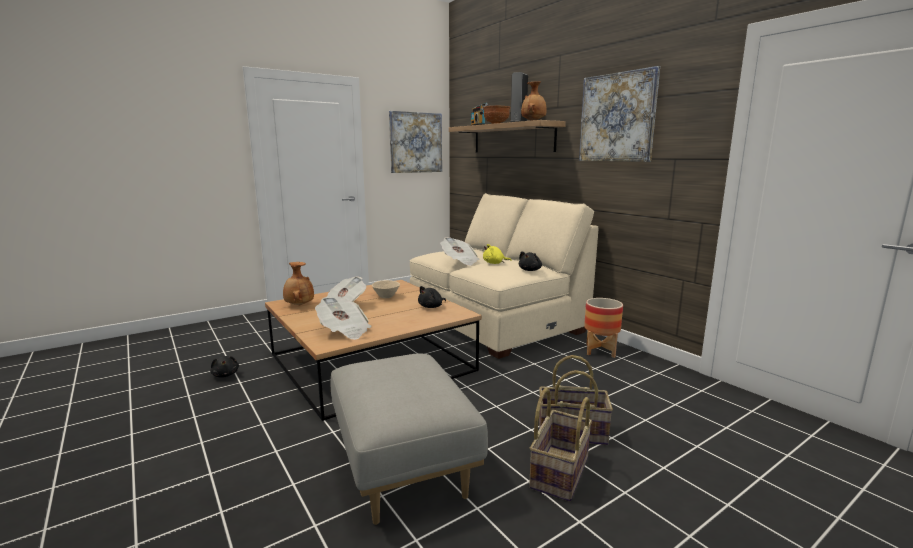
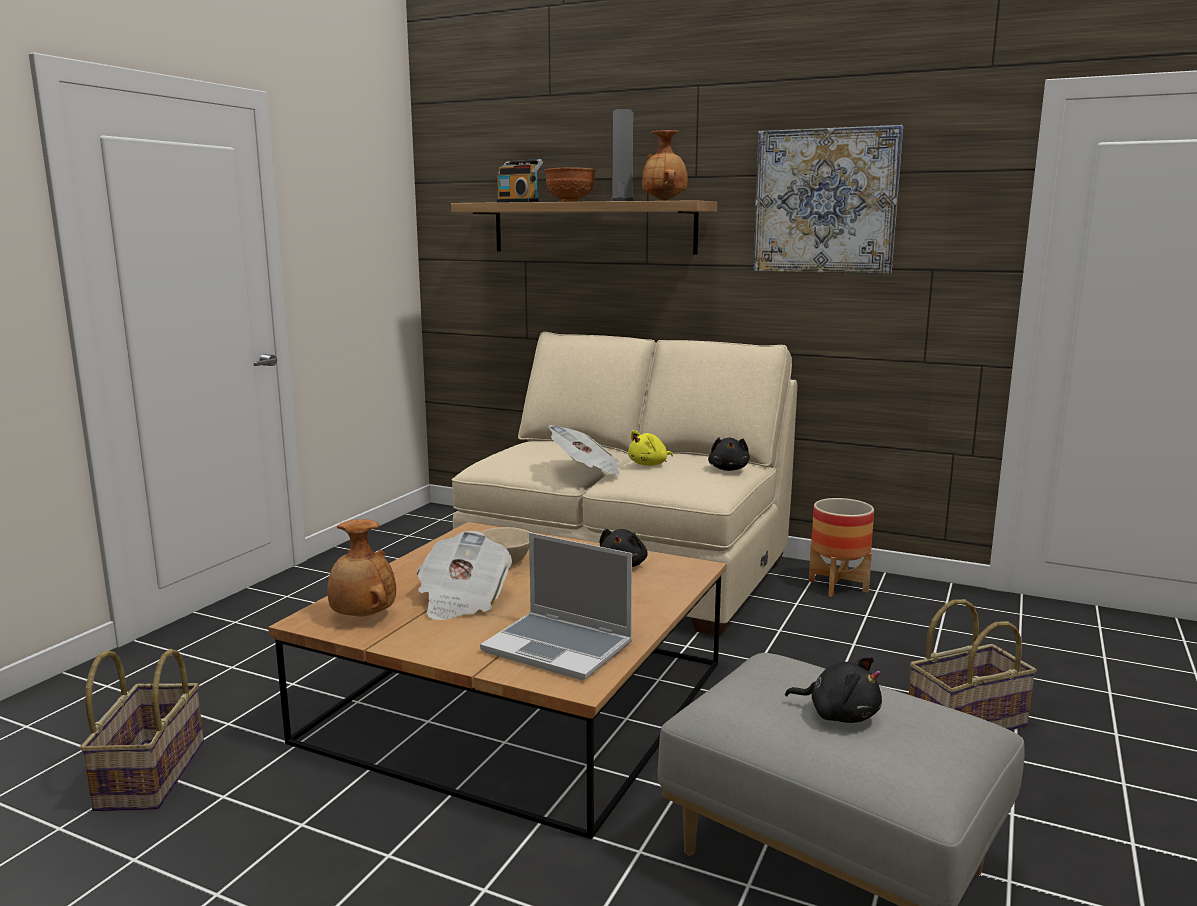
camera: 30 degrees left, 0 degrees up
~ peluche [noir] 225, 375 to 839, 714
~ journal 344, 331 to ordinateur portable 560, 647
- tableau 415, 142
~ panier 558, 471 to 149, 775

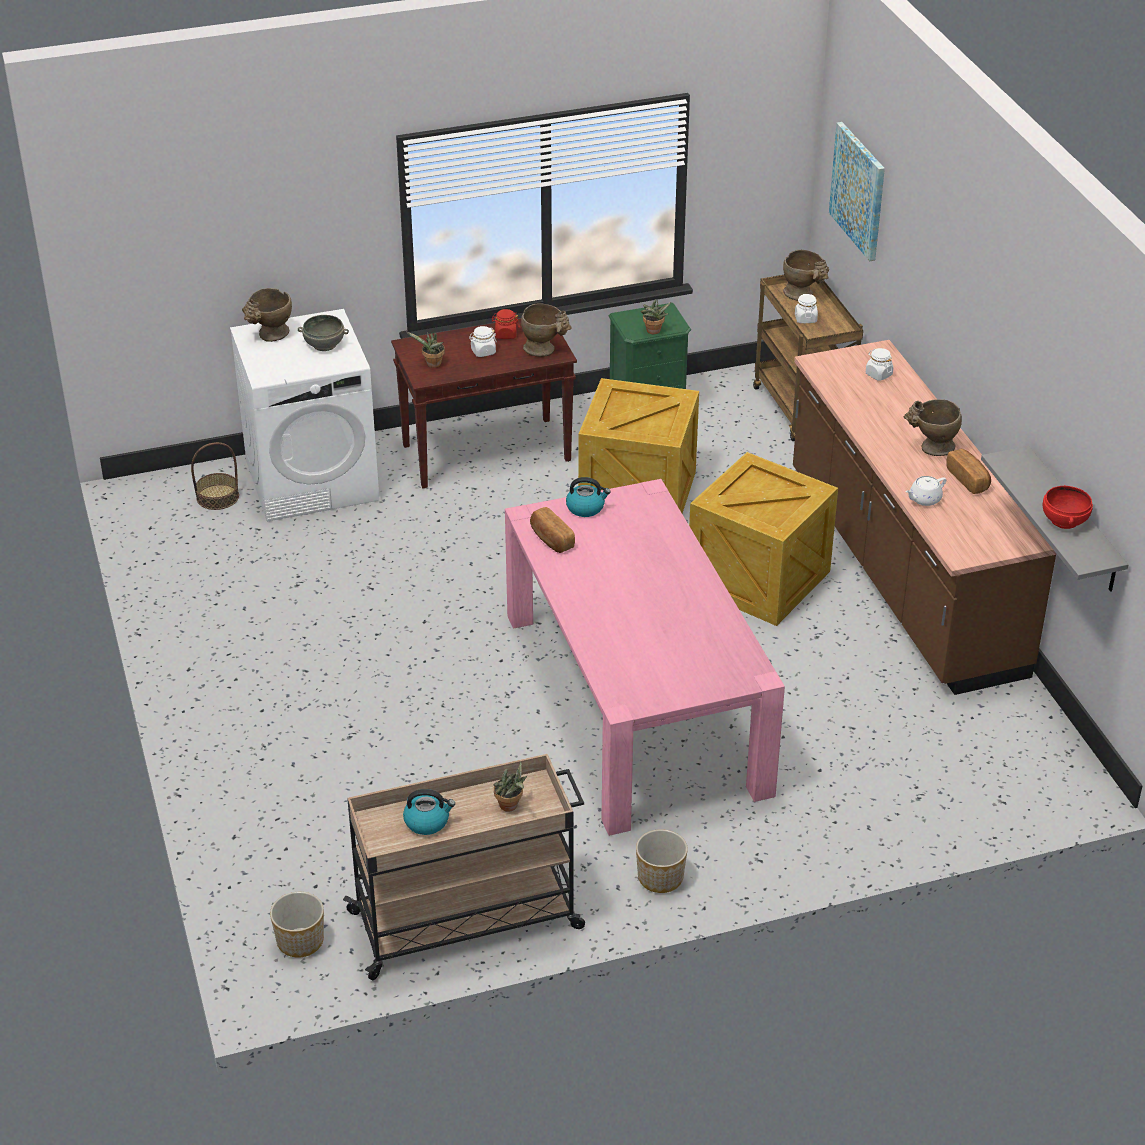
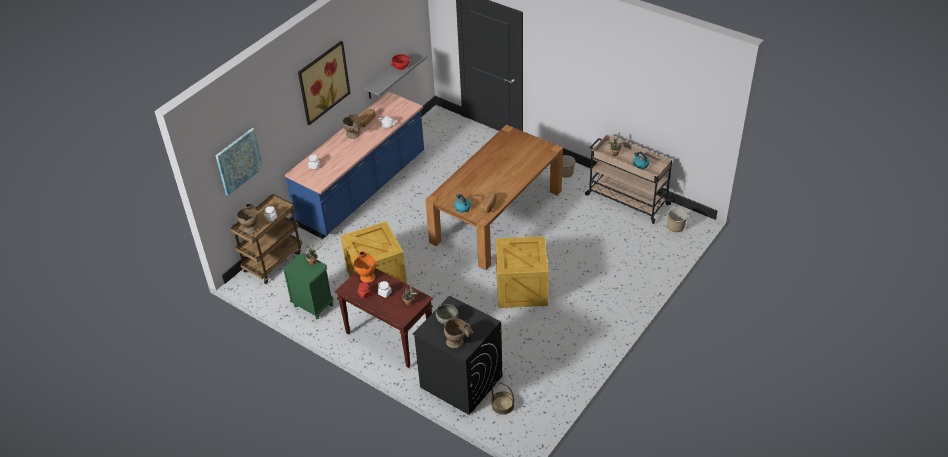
camera: 125 degrees left, 5 degrees up
~ lave-linge [blanc] 313, 480 to lave-linge [noir] 460, 381
~ table à manger [rose] 634, 702 to table à manger [marron] 497, 216
~ vase [beige] 545, 350 to vase [orange] 366, 275
~ caisse 756, 579 to 522, 289
~ comptoir de cuisine [marron] 902, 573 to comptoir de cuisine [bleu] 363, 190
+ tableau 323, 82

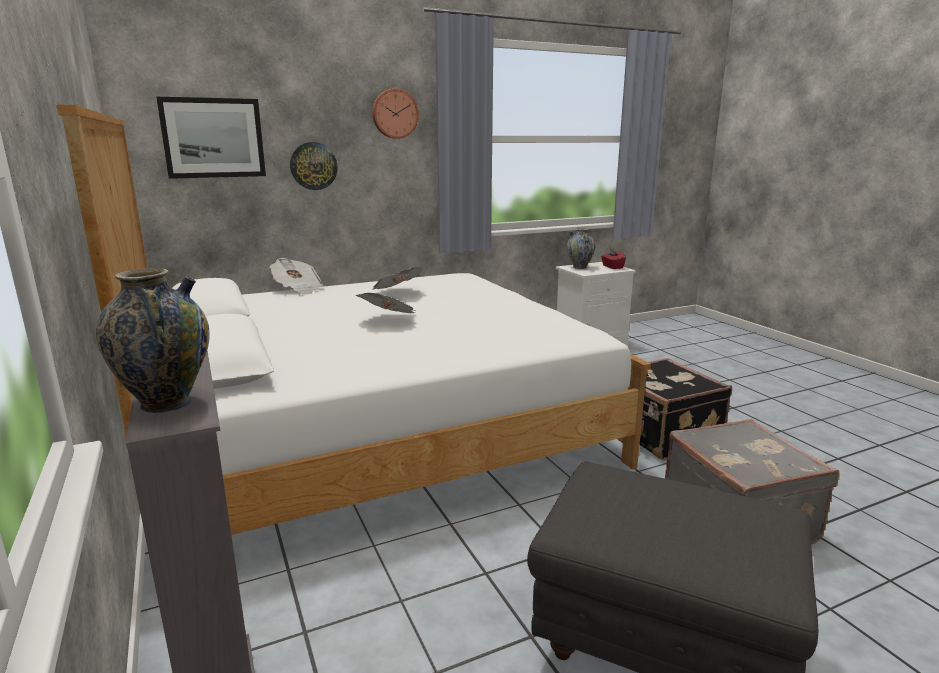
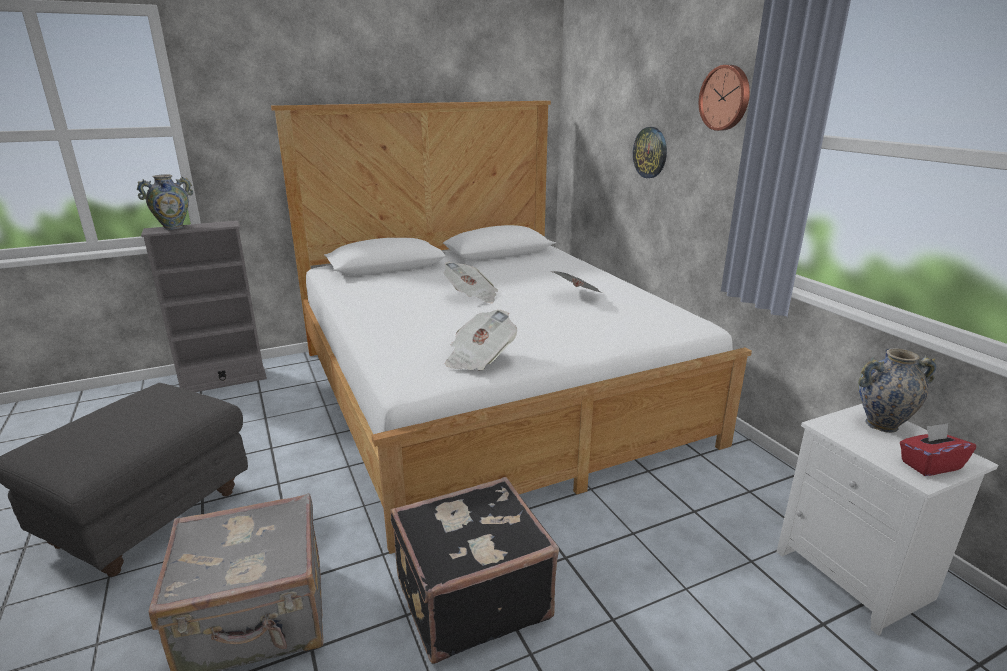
camera: 90 degrees right, 5 degrees up
- tableau 213, 138
~ journal 298, 289 to 479, 358

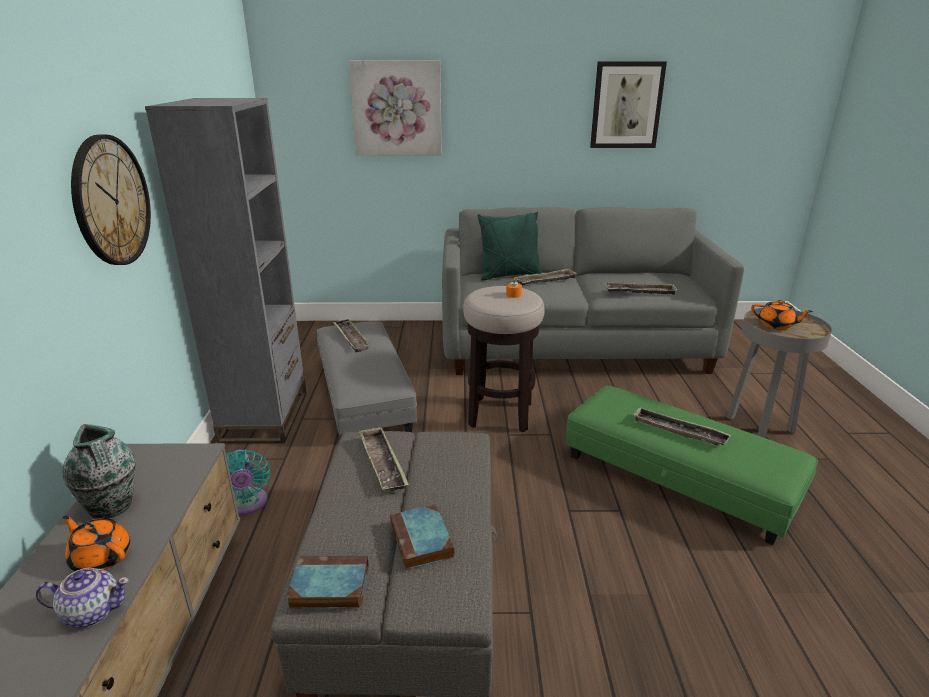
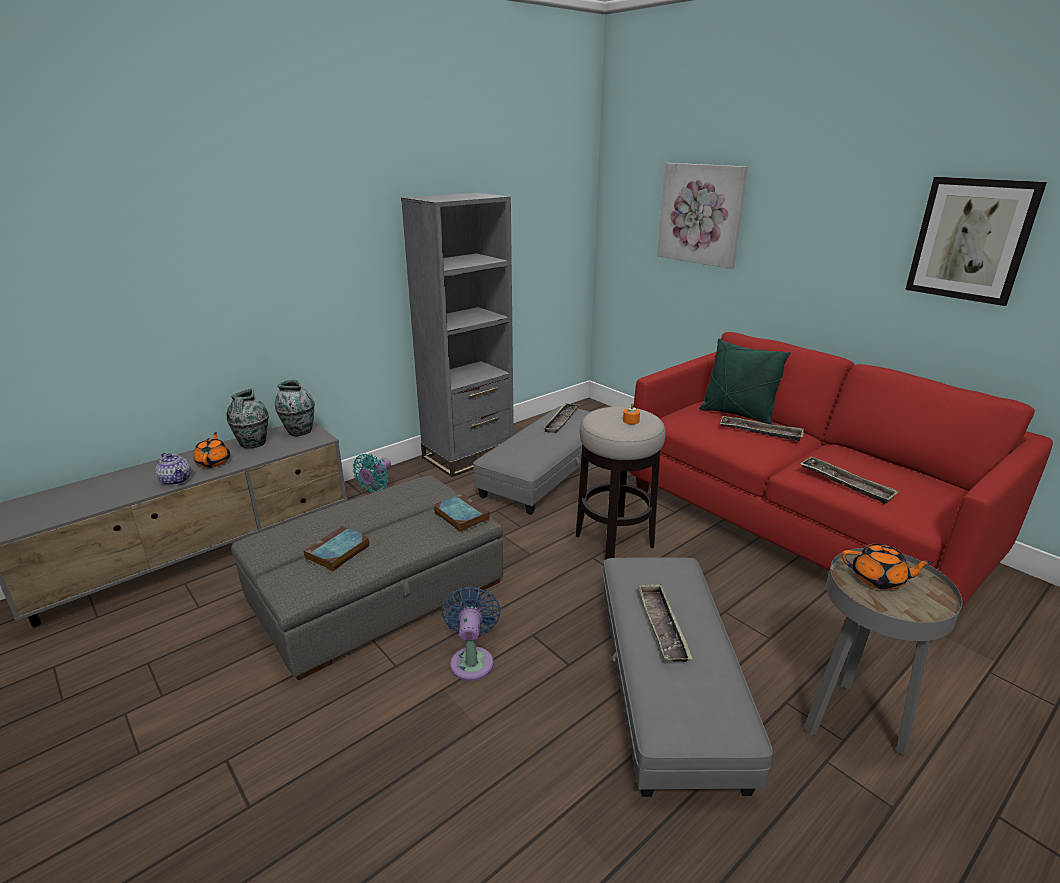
camera: 50 degrees right, 0 degrees up
- horloge murale 111, 201
~ livre 327, 587 to 460, 516
- plateau 382, 463
~ canapé [gris] 573, 346 to canapé [rouge] 797, 525
~ pouf [vert] 678, 478 to pouf [gris] 667, 684
~ théière [orange] 776, 325 = 878, 579 60 degrees counterclockwise
+ vase 299, 431
+ ventilateur [bleu] 472, 660

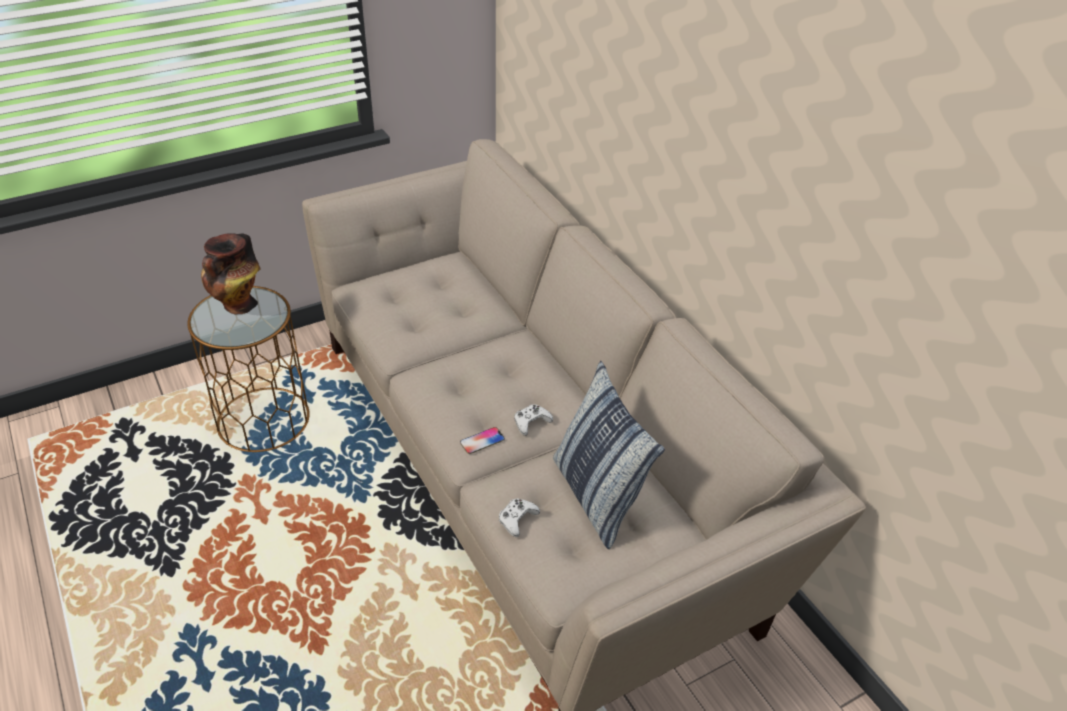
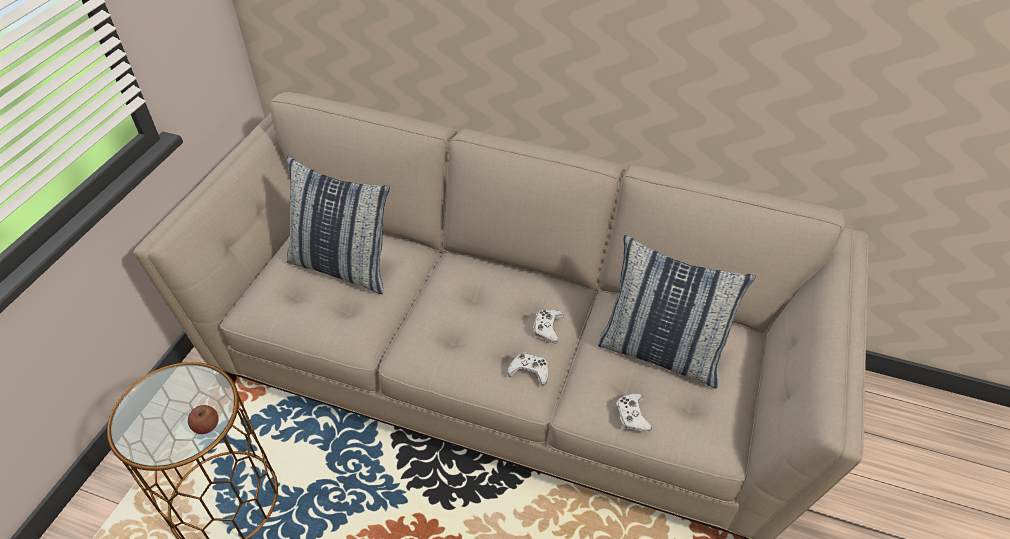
camera: 40 degrees left, 5 degrees up
- vase 239, 305
~ téléphone 482, 441 to manette [blanc] 529, 371
+ pomme 206, 426
+ coussin 343, 267

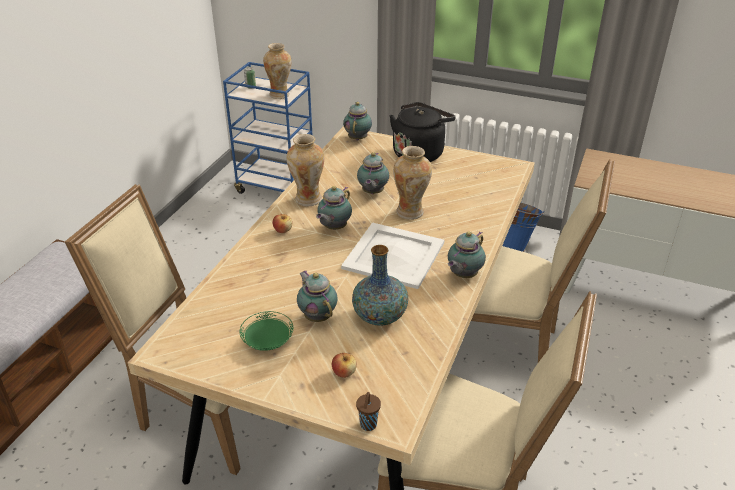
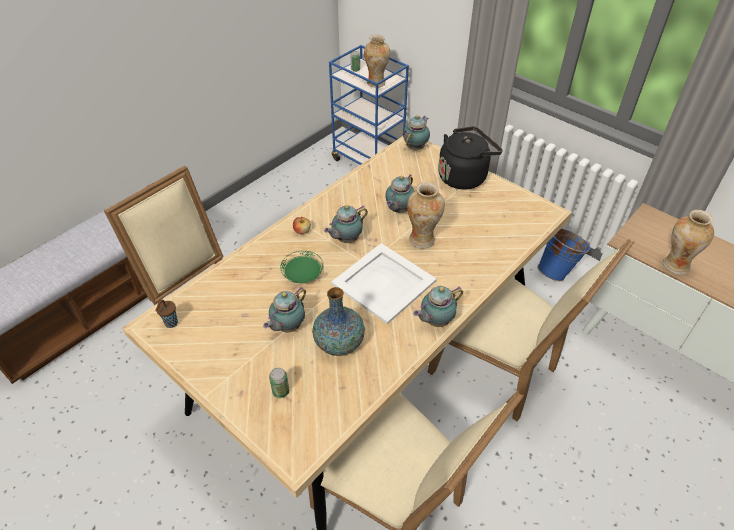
camera: 20 degrees right, 10 degrees up
~ assiette [vert] 267, 342 to 302, 275
~ vase 307, 199 to 675, 265
~ théière 317, 316 = 287, 327 135 degrees counterclockwise
~ pomme 344, 373 to boîte métallique 281, 391
~ tasse [marron] 368, 425 to 170, 323

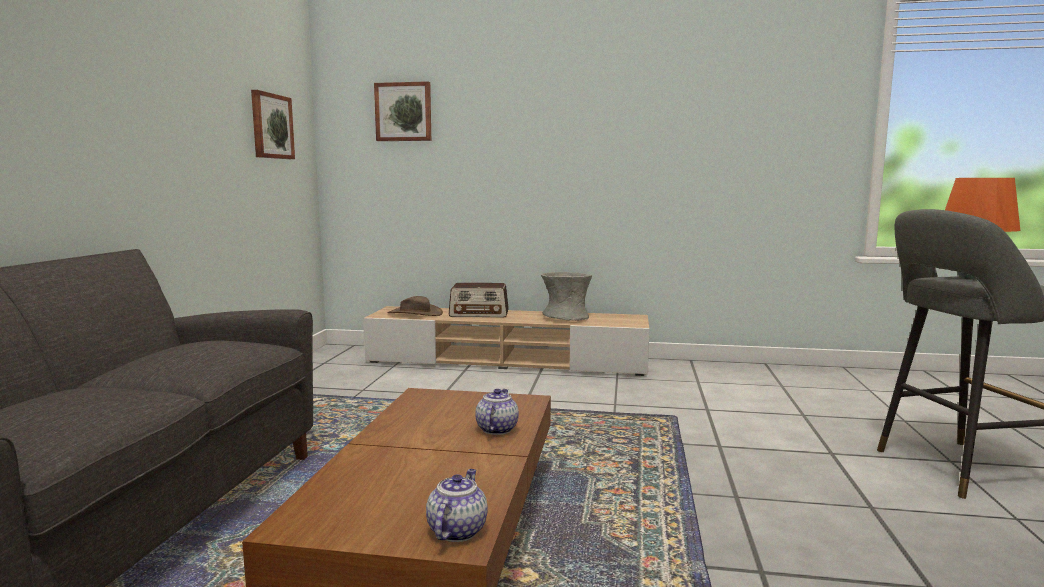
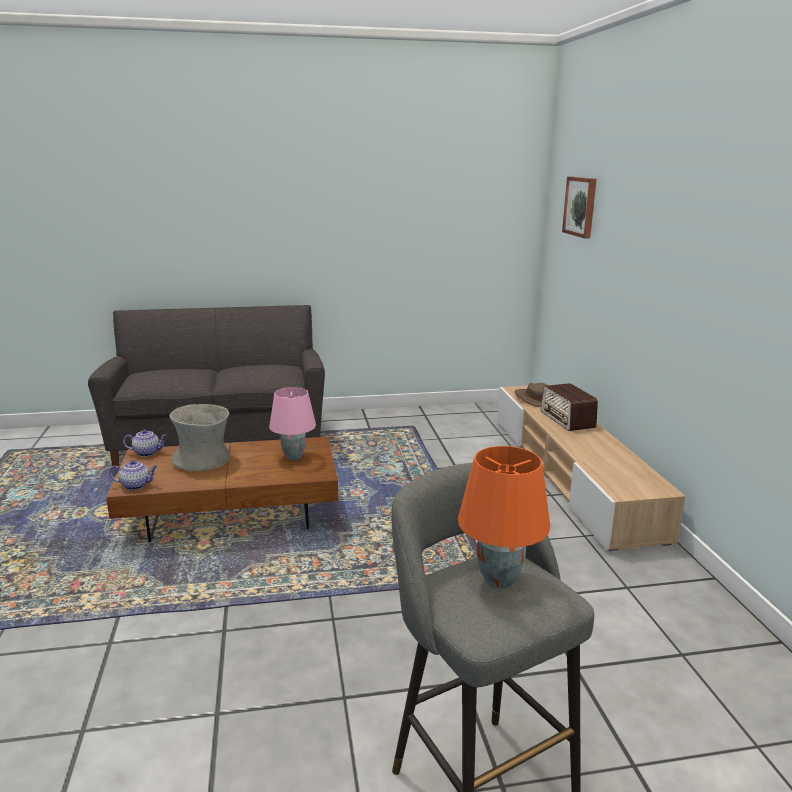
camera: 70 degrees right, 10 degrees up
- tableau 271, 126
~ théière 496, 429 to 147, 453
~ vase [gris] 565, 318 to 203, 460
+ lampe de table [rose] 293, 457

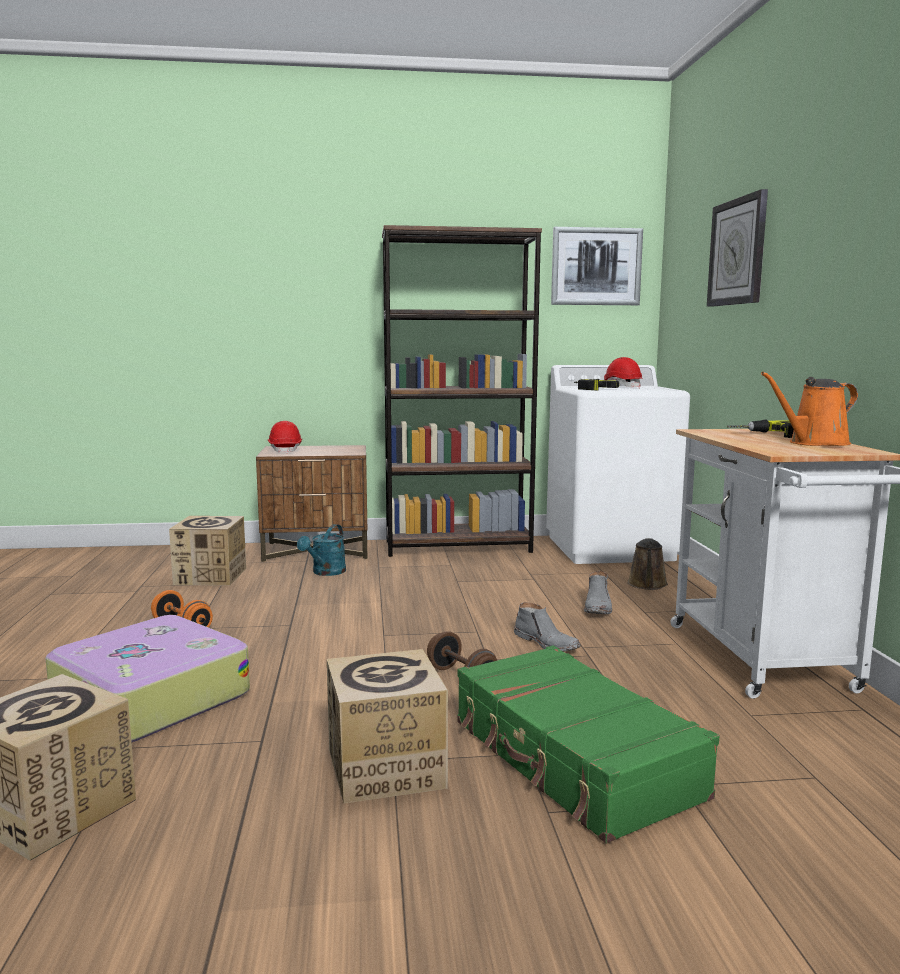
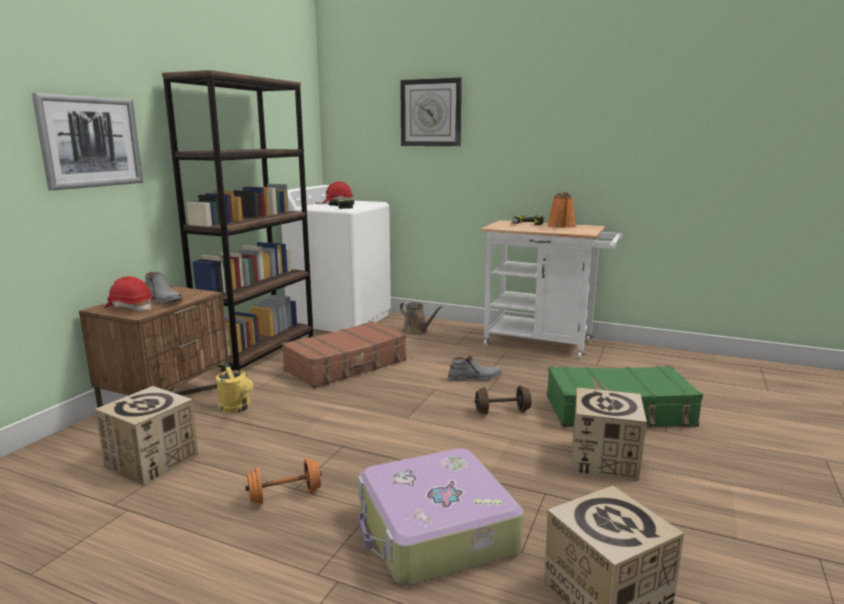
camera: 60 degrees left, 5 degrees up
~ arrosoir [turquoise] 326, 573 to arrosoir [jaune] 237, 408
~ tableau 596, 266 to 91, 142
~ botte [gris] 598, 607 to 164, 300
+ valise [marron] 347, 366

